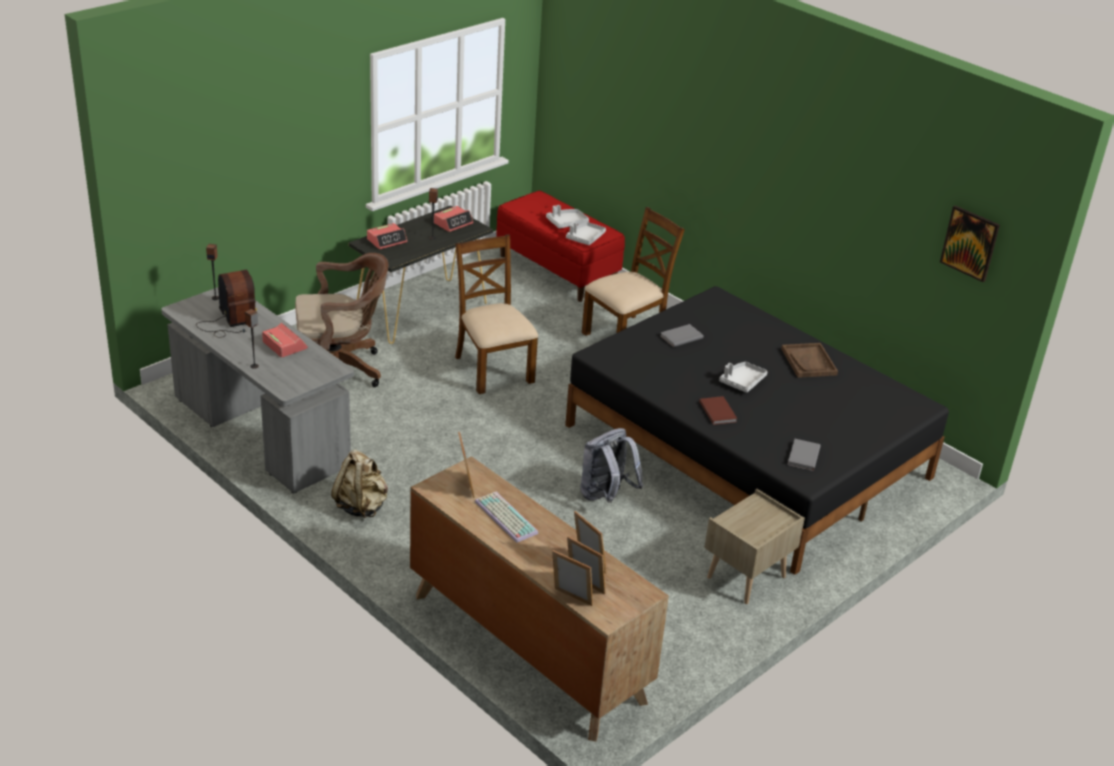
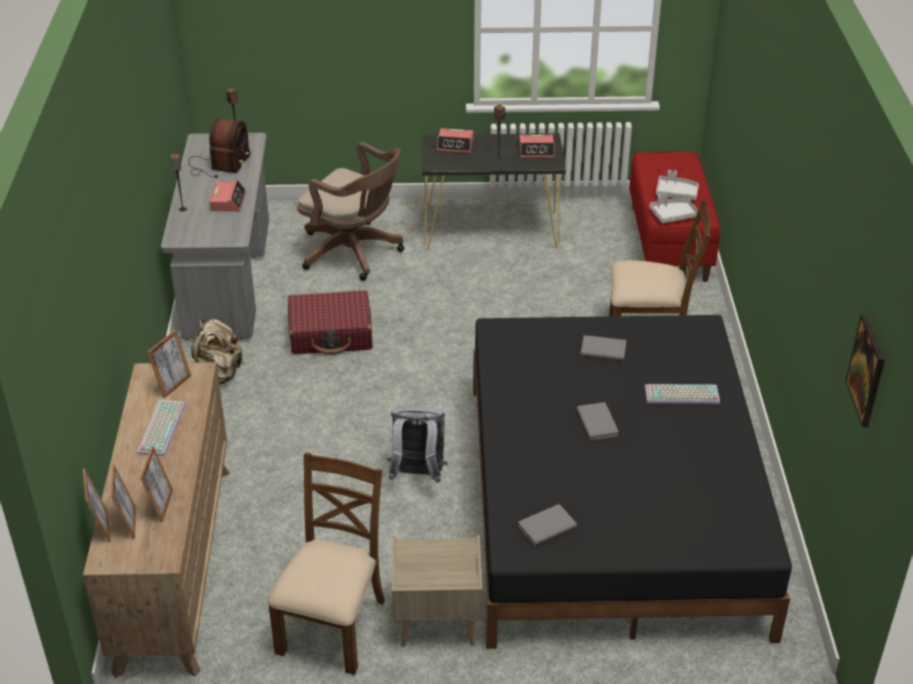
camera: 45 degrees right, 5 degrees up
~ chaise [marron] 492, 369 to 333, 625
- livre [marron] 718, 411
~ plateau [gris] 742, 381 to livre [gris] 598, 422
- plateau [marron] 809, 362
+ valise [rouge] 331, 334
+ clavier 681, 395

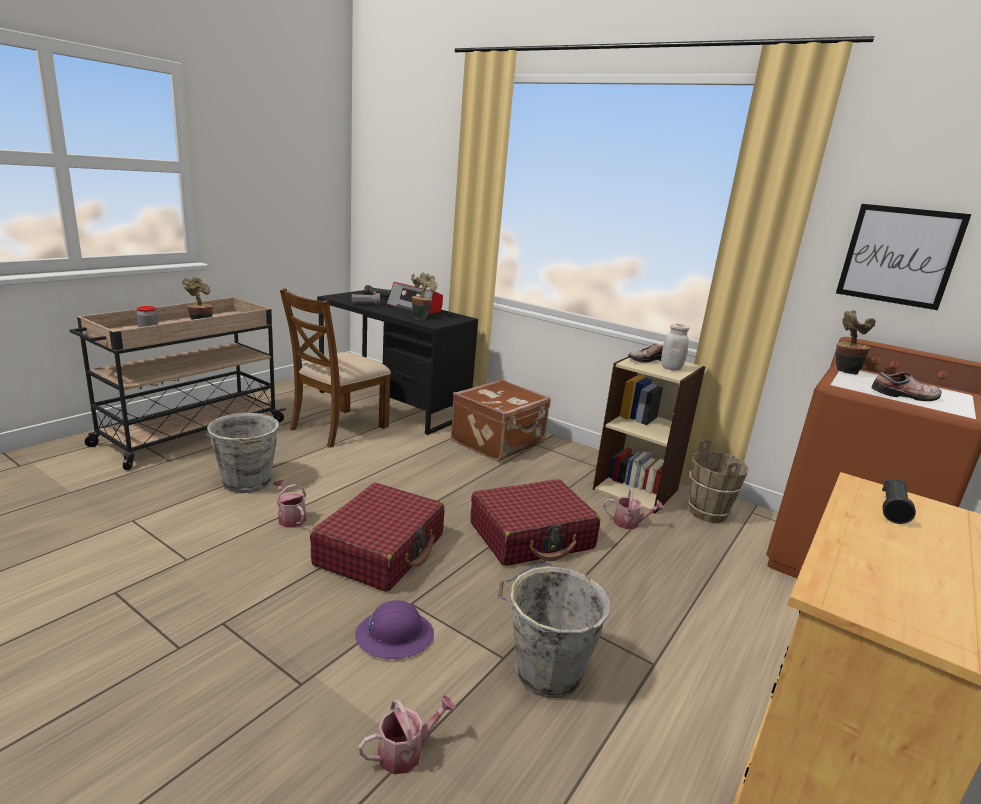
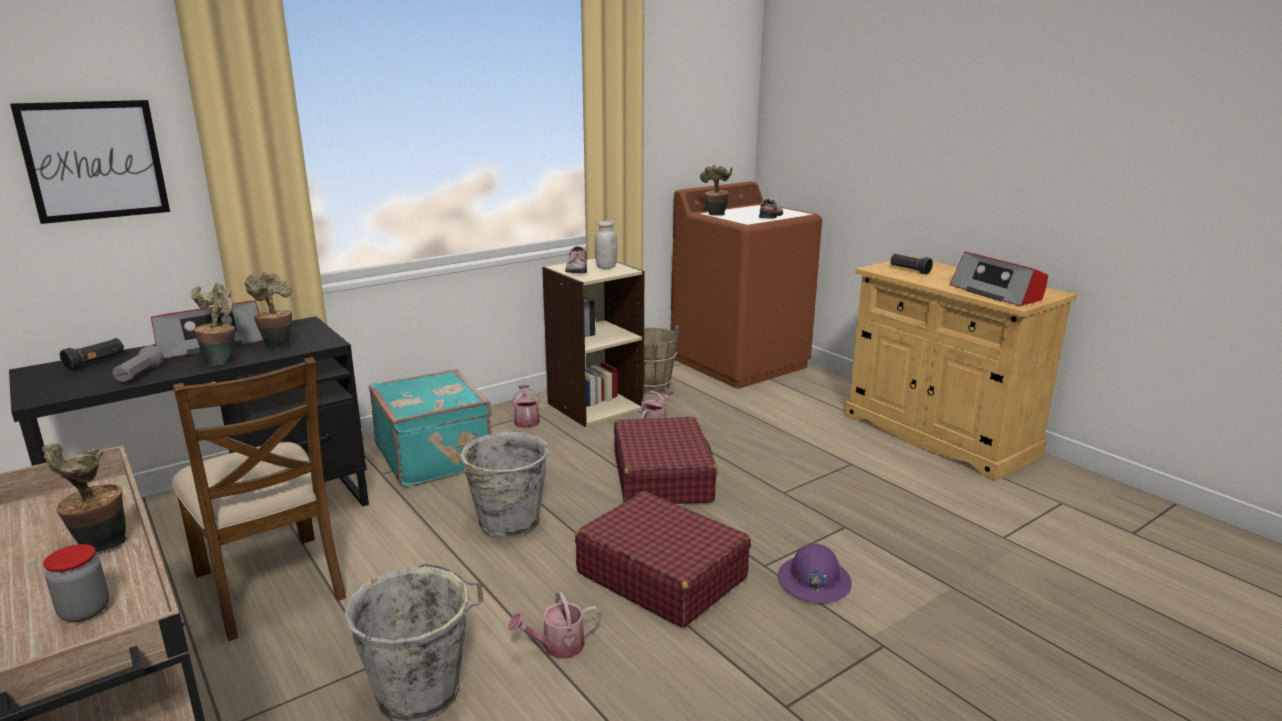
camera: 70 degrees left, 0 degrees up
~ arrosoir 406, 751 to 526, 421
~ valise [marron] 499, 443 to valise [turquoise] 436, 456
~ seau [gris] 544, 671 to 507, 524
~ tableau 899, 256 to 94, 160
+ plante en pot 222, 360
+ radio 997, 293

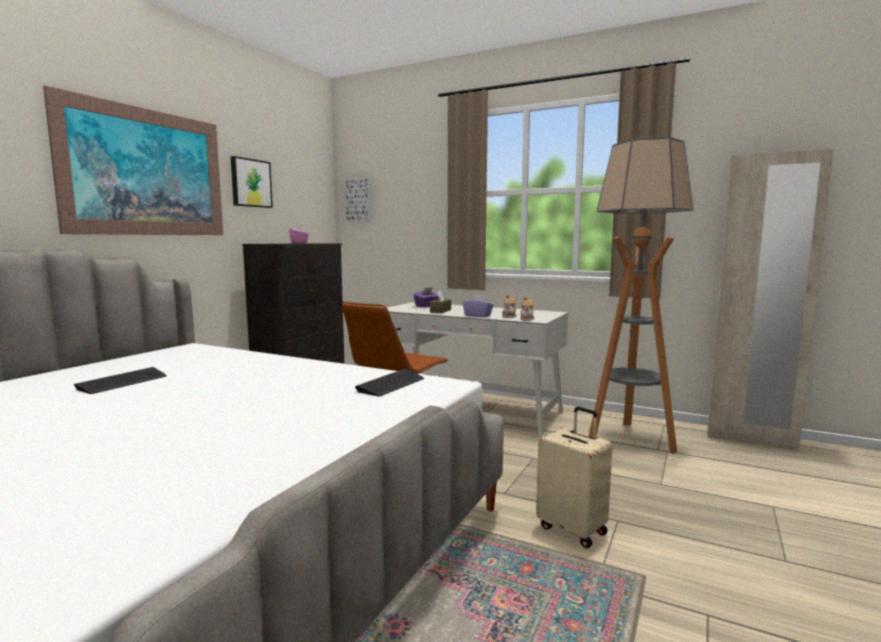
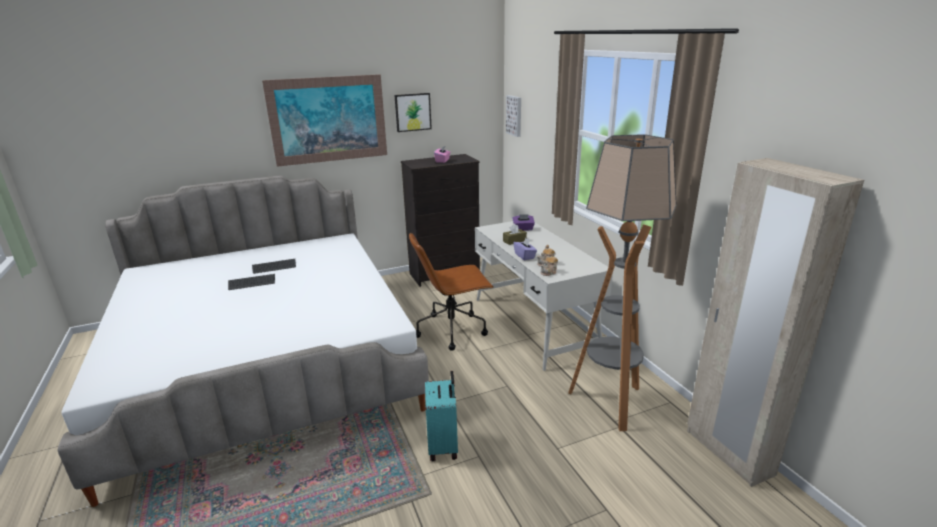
camera: 40 degrees right, 15 degrees up
~ clavier 391, 384 to 252, 283
~ valise [beige] 573, 529 to valise [turquoise] 444, 446

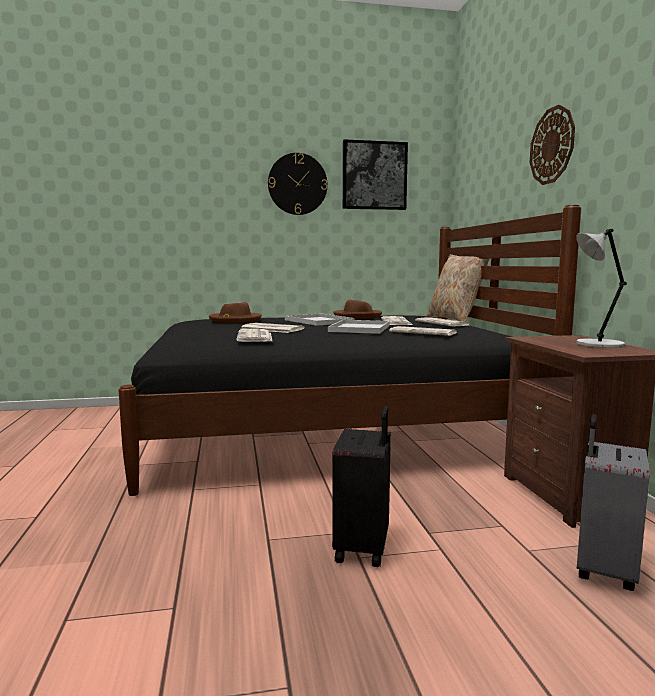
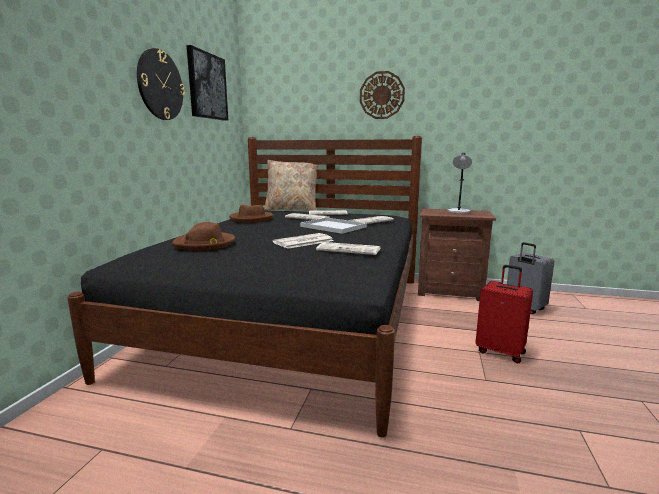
camera: 65 degrees left, 5 degrees up
- plateau [blanc] 320, 321
~ valise [noir] 364, 548 to valise [rouge] 500, 352

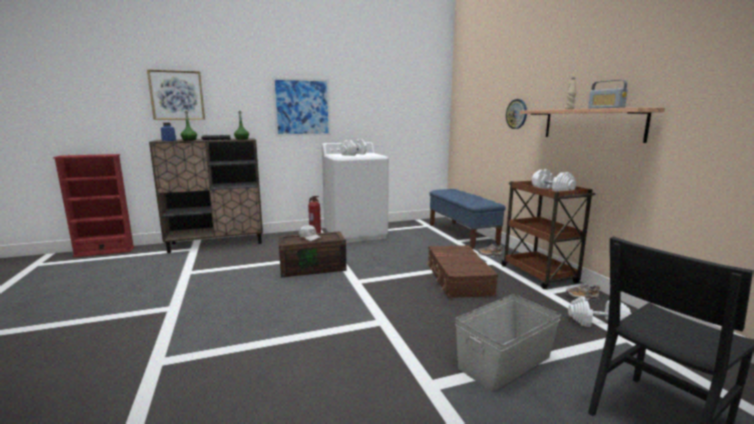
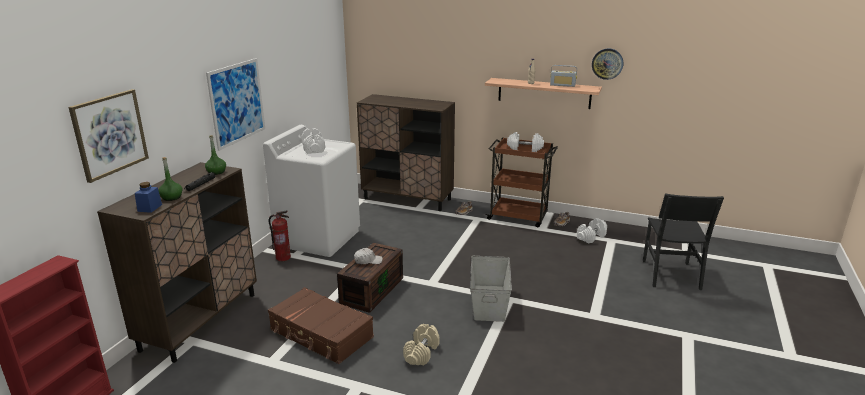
camera: 50 degrees left, 10 degrees up
~ valise [marron] 458, 279 to 321, 334
~ banc [bleu] 462, 234 to meuble de rangement [marron] 408, 199
~ boîte de rangement [gris] 505, 362 to 489, 302
~ horloge murale 516, 114 to 607, 63
+ haltère [beige] 421, 353

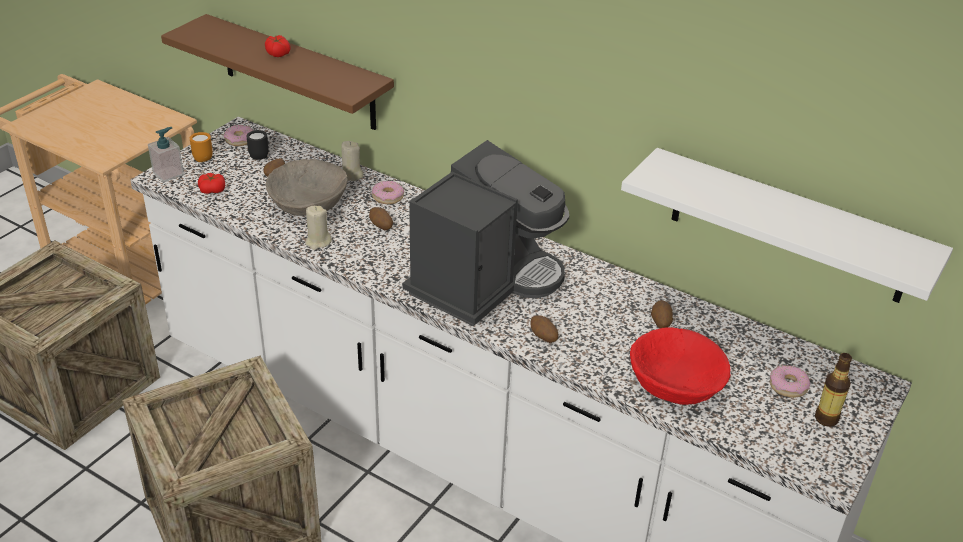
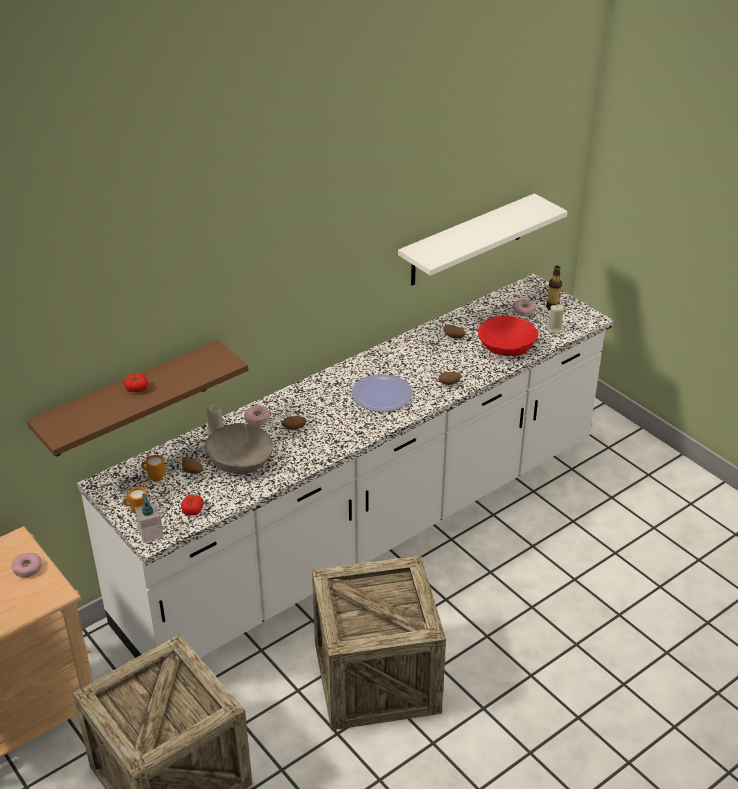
camera: 70 degrees left, 0 degrees up
~ beignet 240, 140 to 27, 568
~ mug [noir] 259, 155 to mug [orange] 154, 477
~ bougie [beige] 318, 242 to 555, 329
~ machine à café 485, 281 to assiette 381, 394

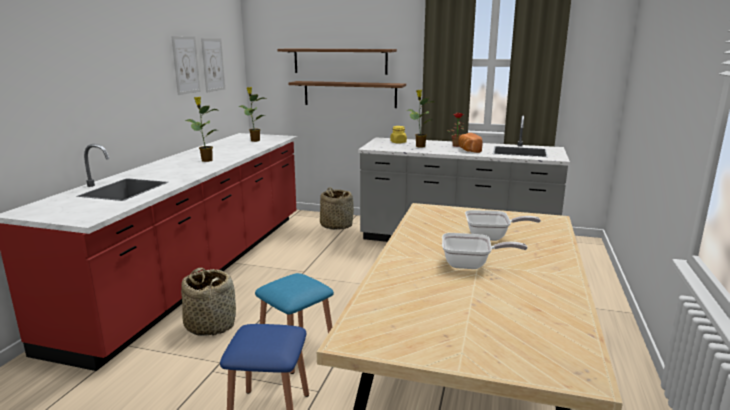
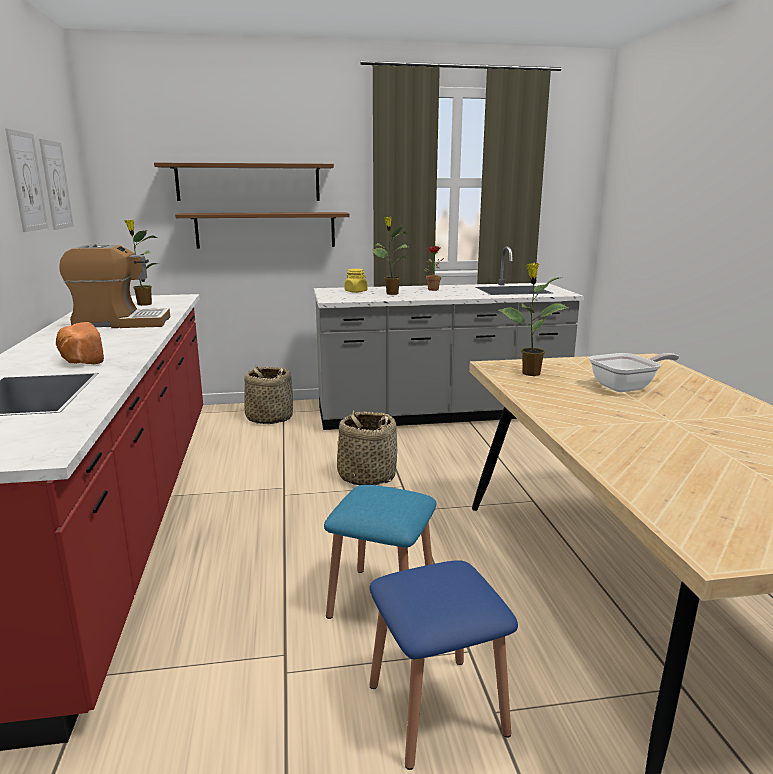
camera: 25 degrees left, 0 degrees up
~ panier 211, 325 to 366, 476
~ plante en pot 206, 160 to 530, 373
- poêle 471, 265
~ pain 468, 150 to 80, 360
+ machine à café 120, 323

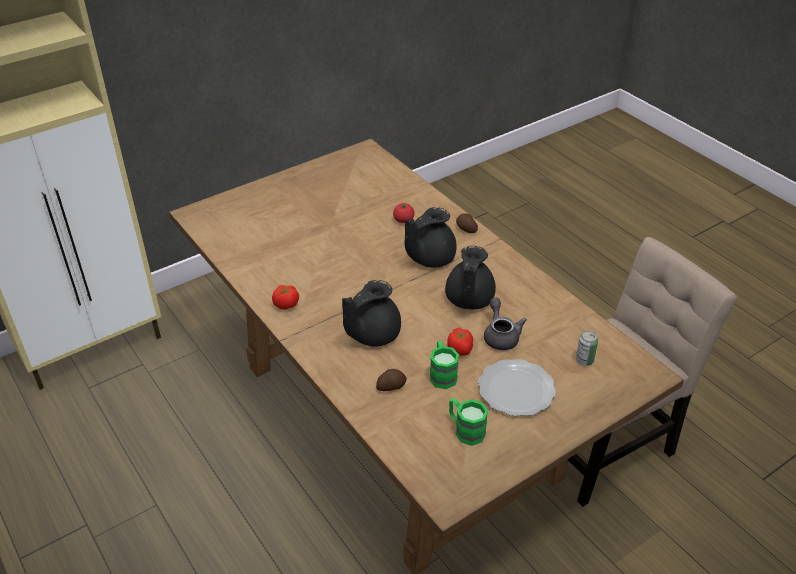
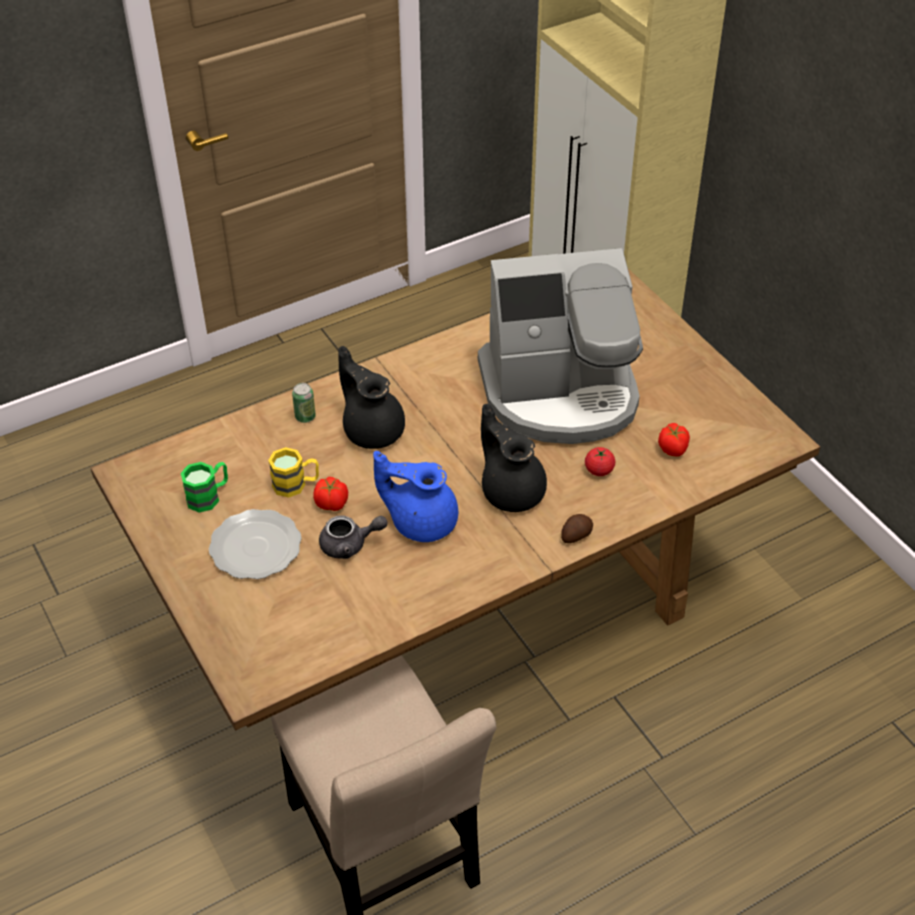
camera: 95 degrees right, 5 degrees up
~ tomate 286, 305 to 673, 449
- pomme de terre 390, 386
~ mug [vert] 442, 374 to mug [jaune] 296, 484
~ théière [noir] 468, 300 to théière [bleu] 421, 521
~ boîte métallique 584, 360 to 305, 417
+ machine à café 561, 394

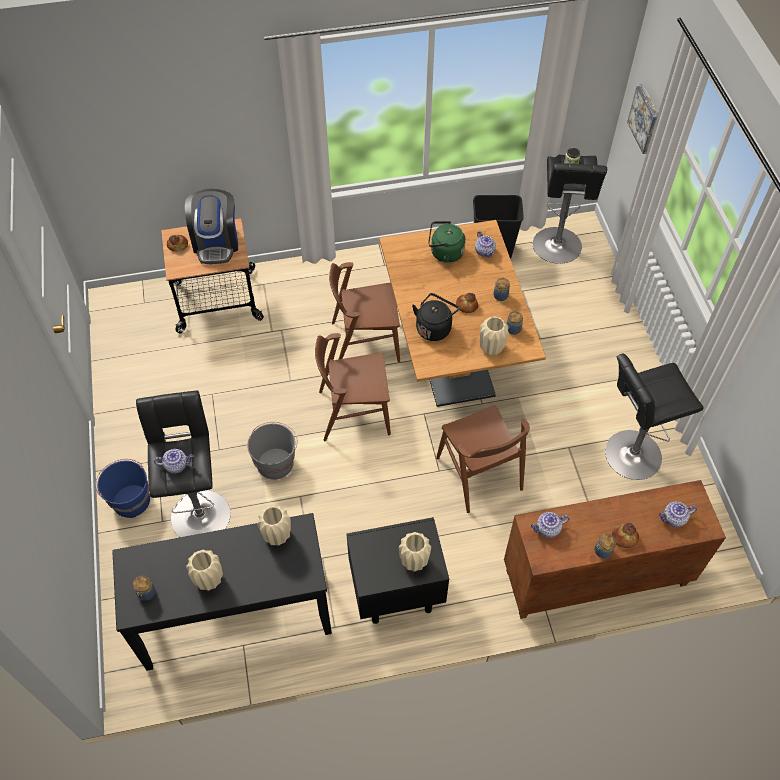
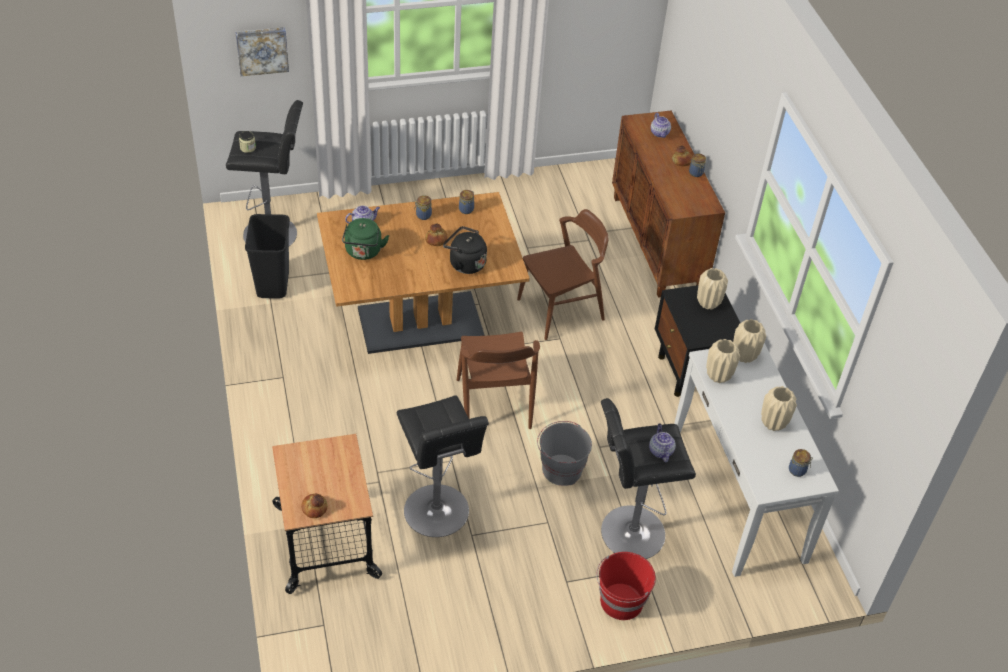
camera: 95 degrees left, 10 degrees down
~ seau [bleu] 130, 500 to seau [rouge] 621, 602
~ table console [noir] 235, 616 to table console [blanc] 738, 493
- machine à café 216, 242
- chaise [marron] 365, 341
~ vase [beige] 491, 348 to 744, 356
- théière 547, 529
~ tabouret [noir] 629, 456 to 438, 514

